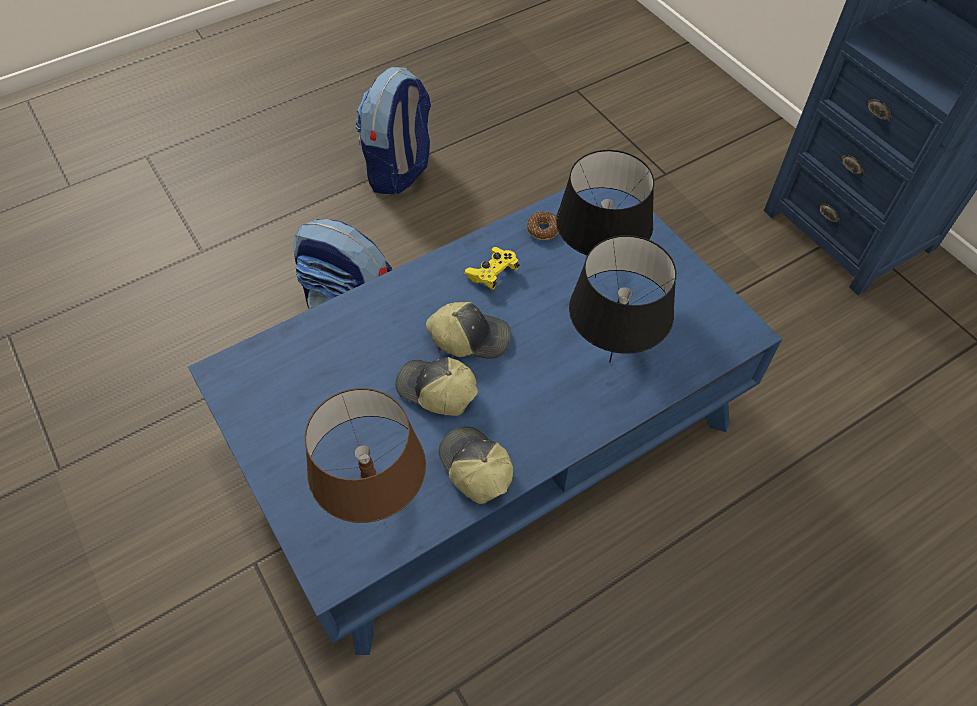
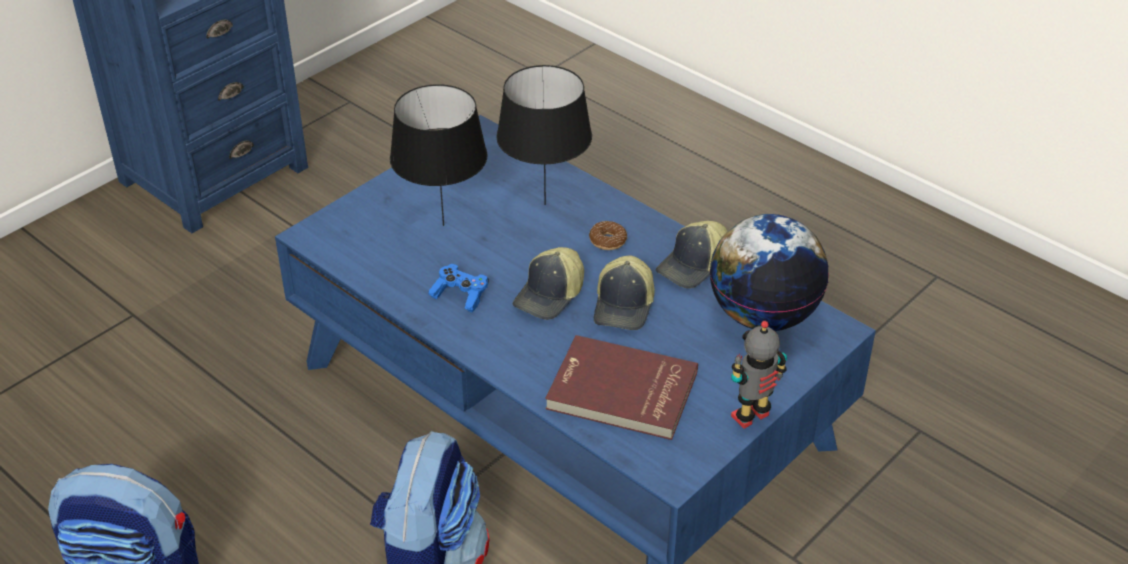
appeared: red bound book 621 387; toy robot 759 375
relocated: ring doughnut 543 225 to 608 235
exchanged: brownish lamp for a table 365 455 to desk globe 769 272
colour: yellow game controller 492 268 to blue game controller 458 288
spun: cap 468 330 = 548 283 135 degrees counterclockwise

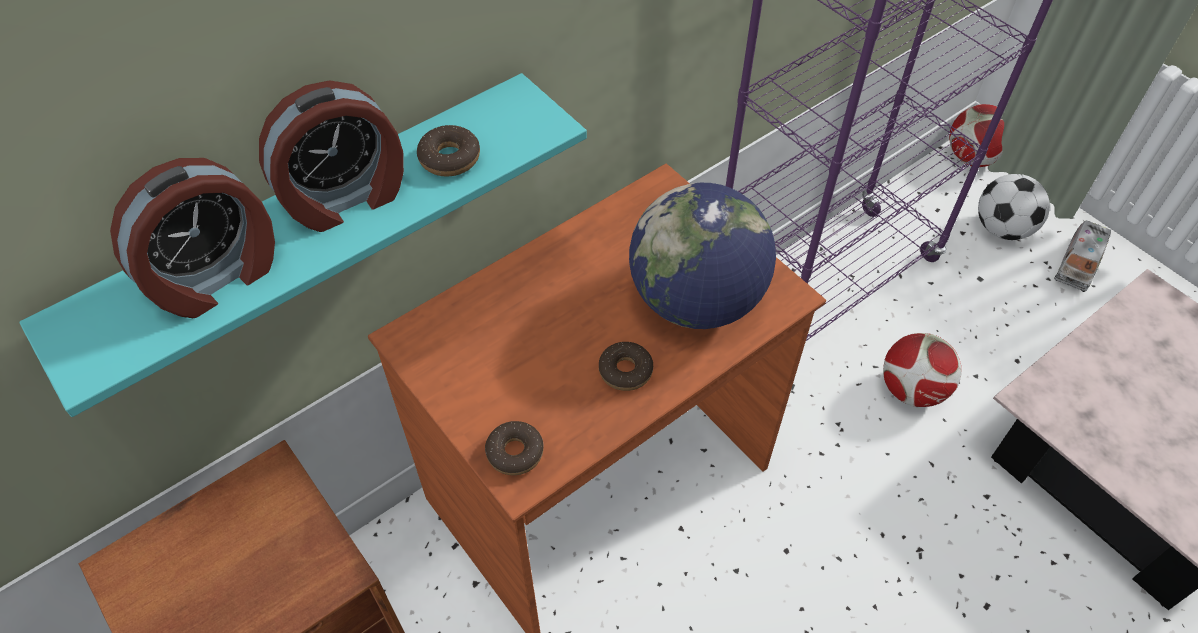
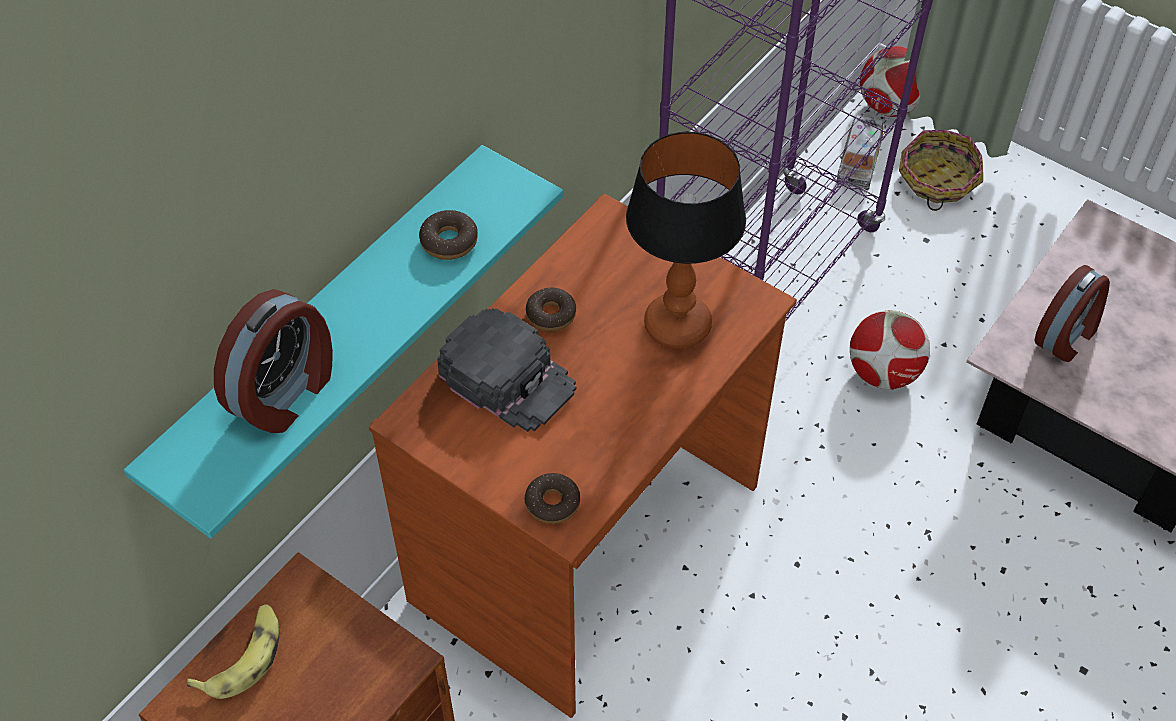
appeared: whole banana 233 651; black-coloured cap 507 370
relocated: ring doughnut 626 366 to 551 309; model truck 1082 256 to 860 152; alarm clock 331 156 to 1072 313
exchanged: desk globe 702 256 to lamp for a table 686 240; football 1014 207 to storage basket 941 170

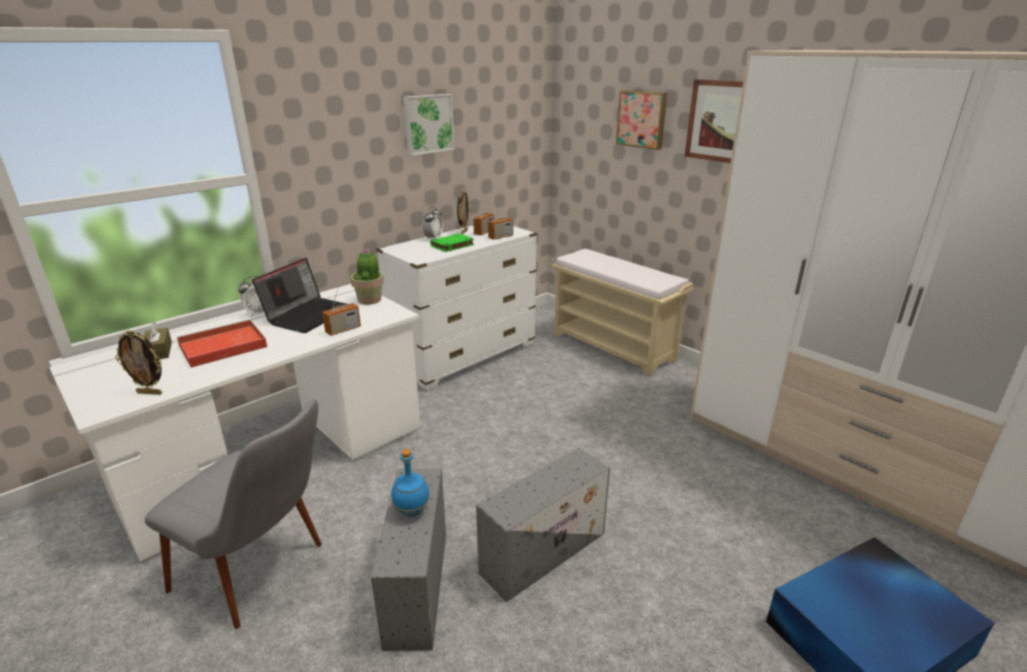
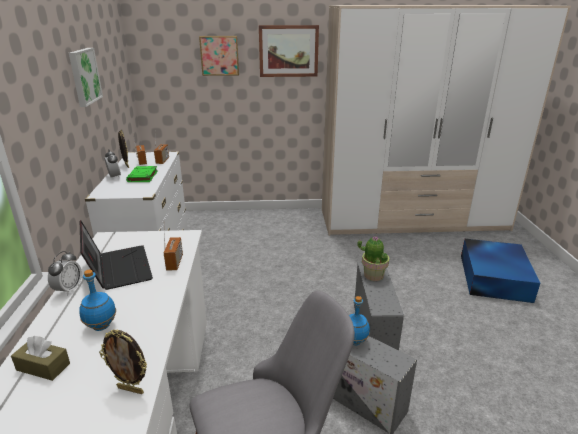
missing: beige long seat 622 313
relocated: potted plant 367 277 to 373 258
exchanged: red tray 222 343 to blue bottle 97 300
spun: standing frame 138 362 = 123 362 60 degrees clockwise

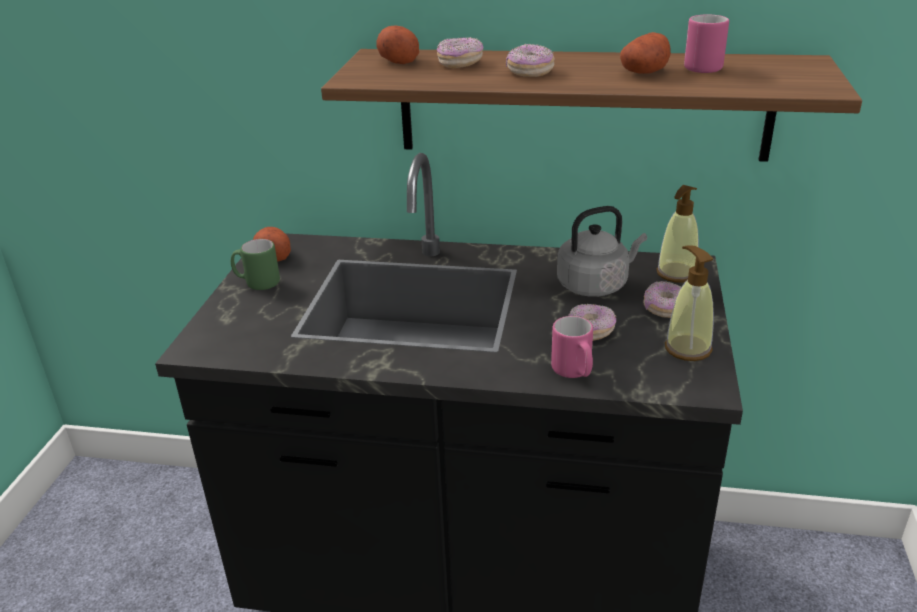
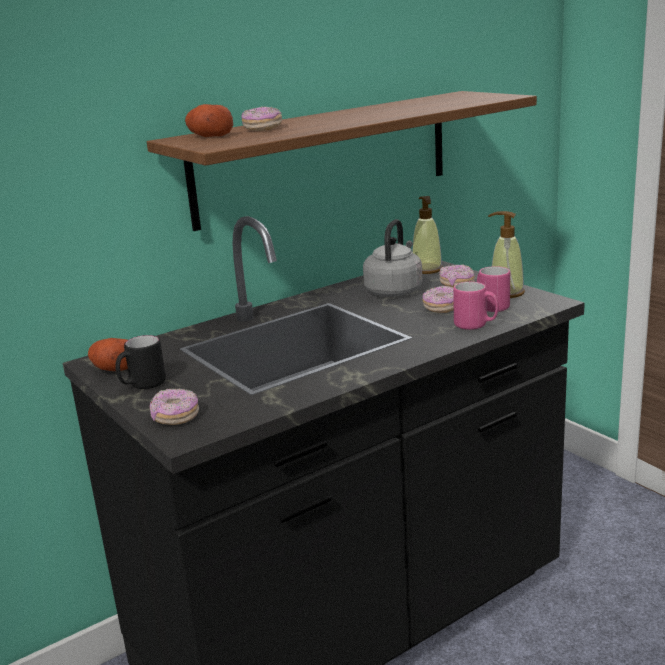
missing: spud 645 53
relocated: ring doughnut 530 60 to 174 406; pink-coloured coffee mug 706 43 to 493 289
colour: green coffee mug 255 264 to black-coloured coffee mug 140 362

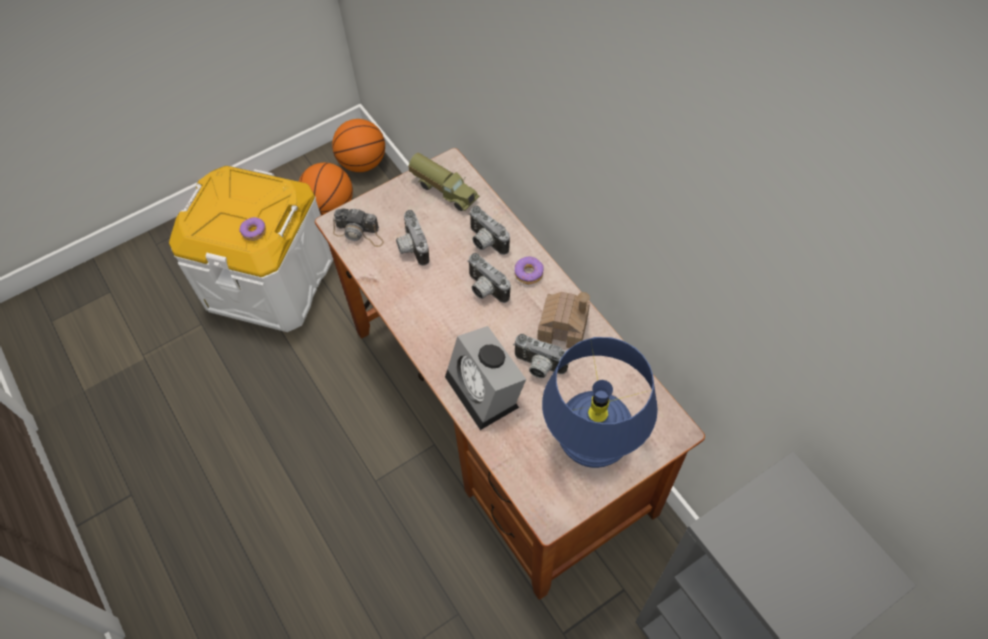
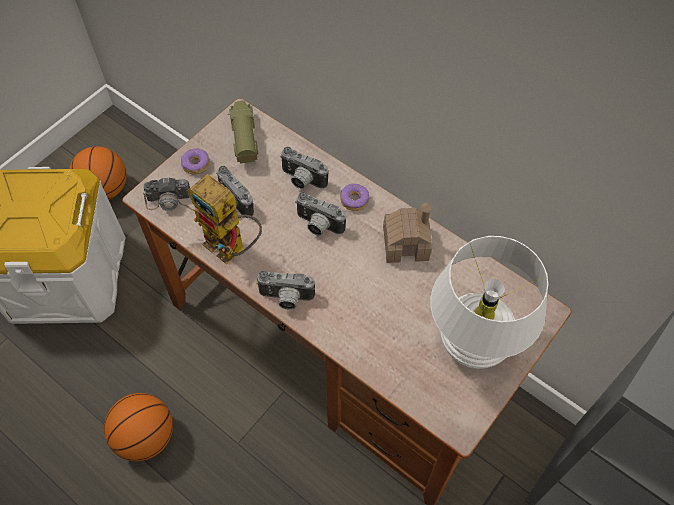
missing: alarm clock 485 378
appeared: toy robot 225 219
relocated: basketball 358 145 to 138 427; ring doughnut 252 229 to 195 161; photo camera 541 356 to 285 290
colour: blue lamp for a table 600 402 to white-coloured lamp for a table 489 302
spun: model truck 443 182 = 243 132 120 degrees counterclockwise

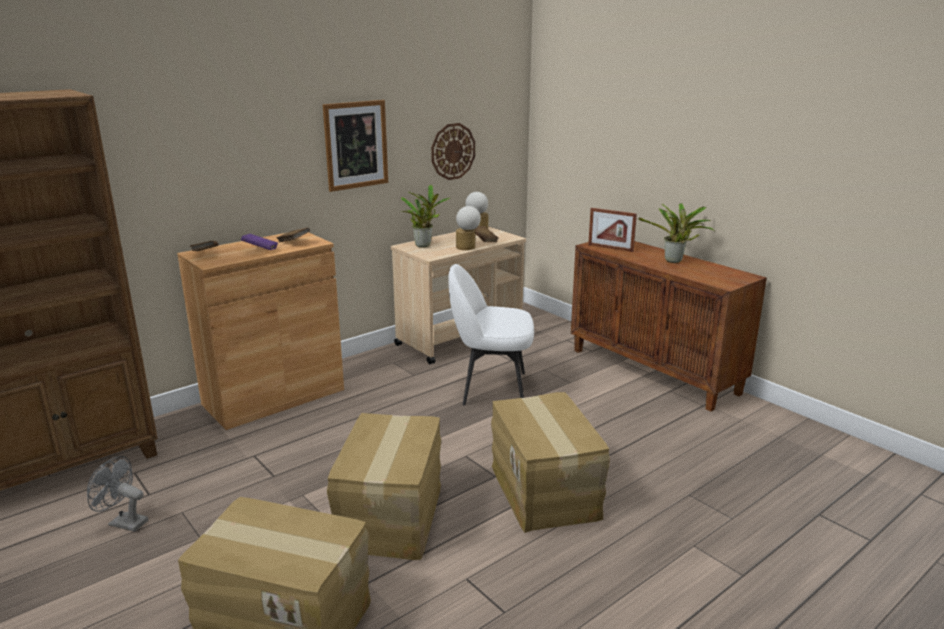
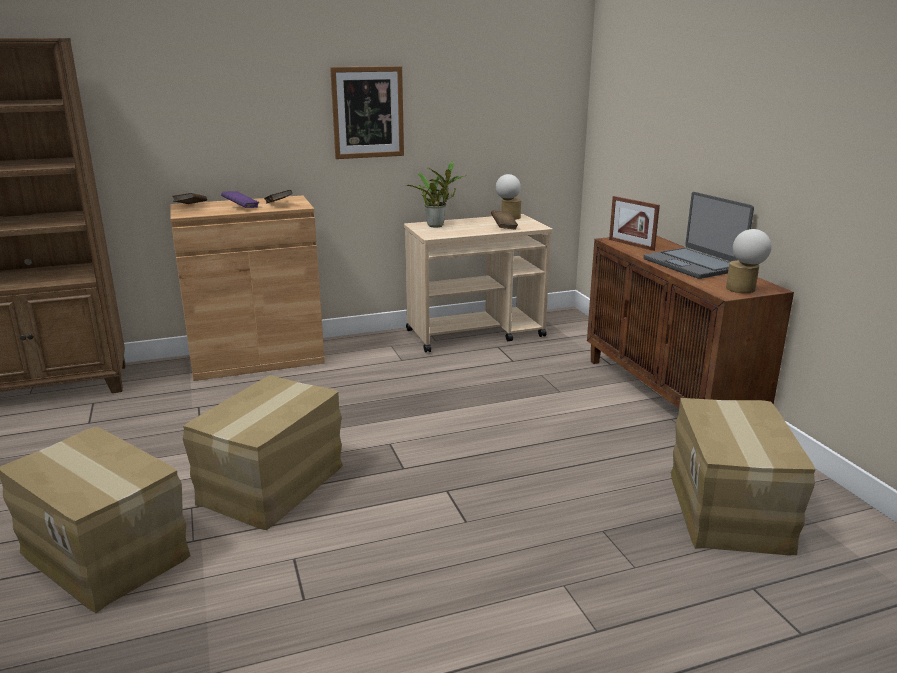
missing: gray electric fan 117 494; hanging clock 453 151; white-coloured chair 491 334
relocated: cardboard box 550 462 to 743 476; lamp for a table 468 228 to 749 261
exchanged: potted plant 677 233 to notebook computer 698 235

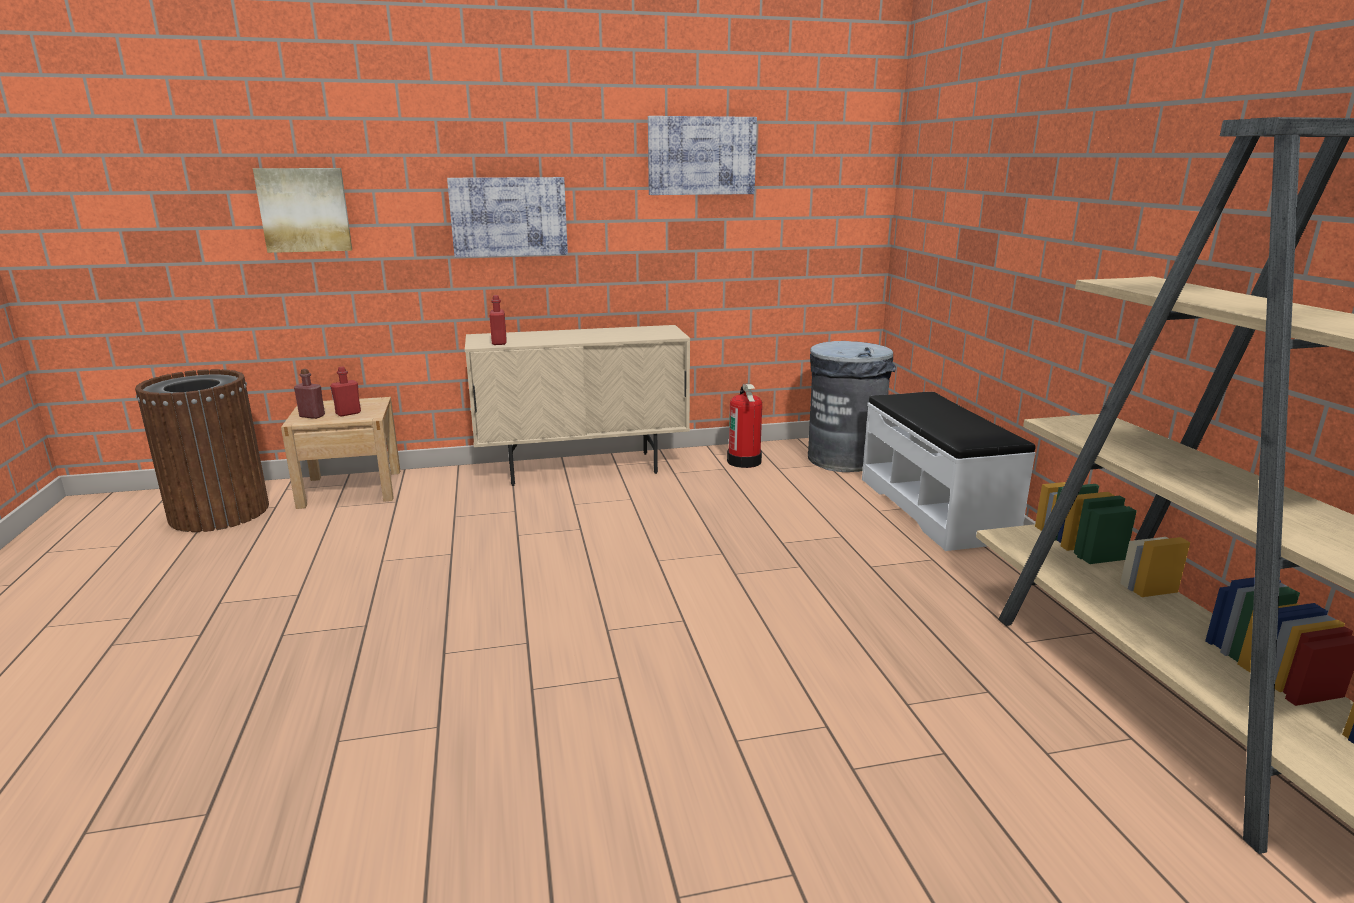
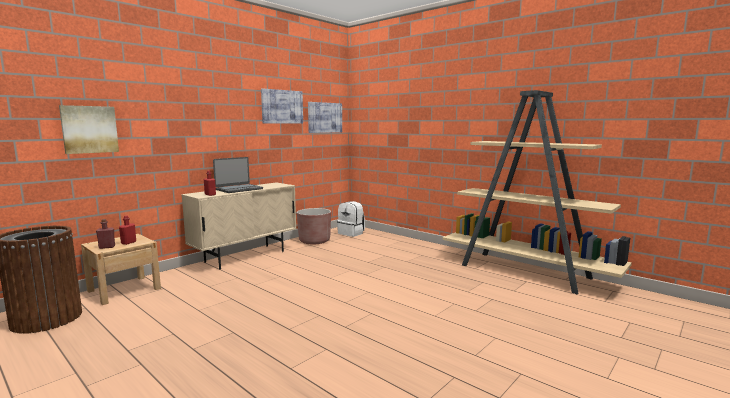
missing: white-coloured long seat 948 471
appeared: notebook computer 238 175
relocated: wall art 507 217 to 325 117
exchanged: fire-fighting cylinder 744 426 to brownish planter 314 226; gray waste bin 852 406 to white-coloured knapsack 351 219

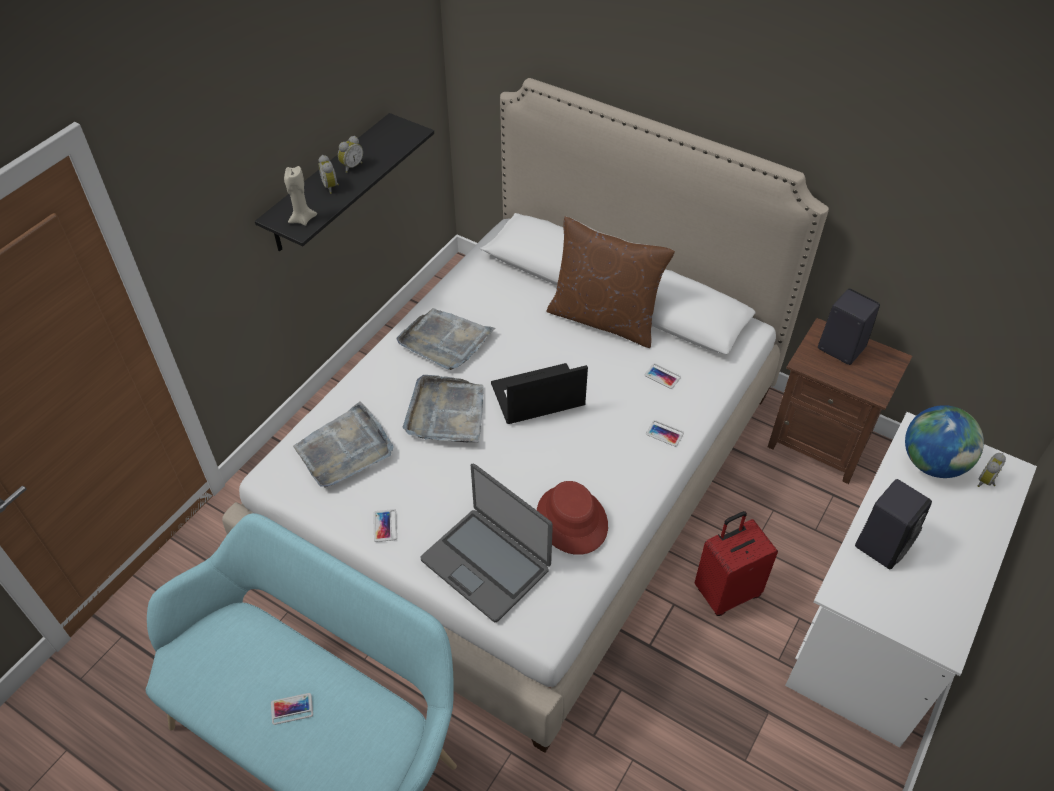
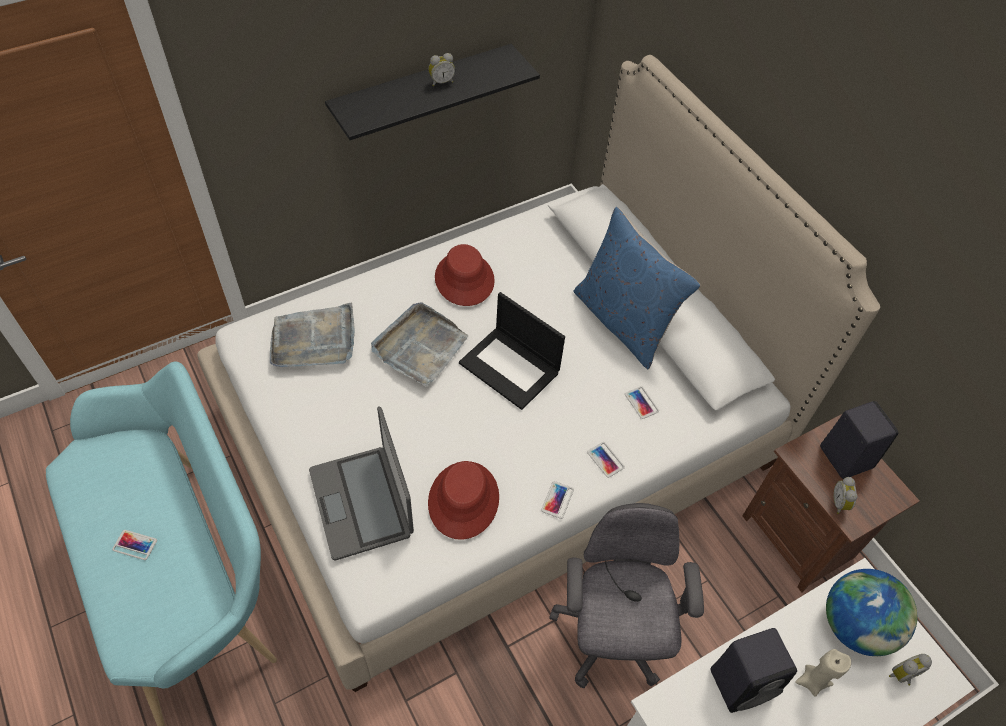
relocated: phone 385 525 to 557 500; beige wax light 300 196 to 823 673; alarm clock 328 174 to 845 495
exchanged: gray tray 445 339 to red wearable hat 465 275; red piece of luggage 736 563 to gray office chair 626 595
colour: brownish cushion 610 282 to blue cushion 637 288
spun: notebook computer 539 393 = 512 351 150 degrees counterclockwise

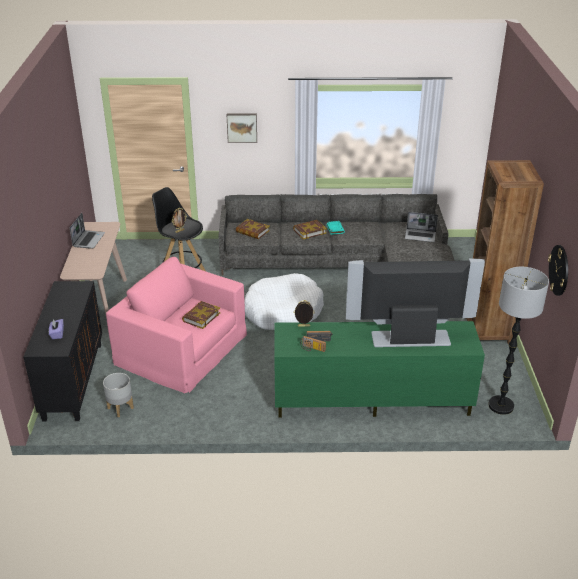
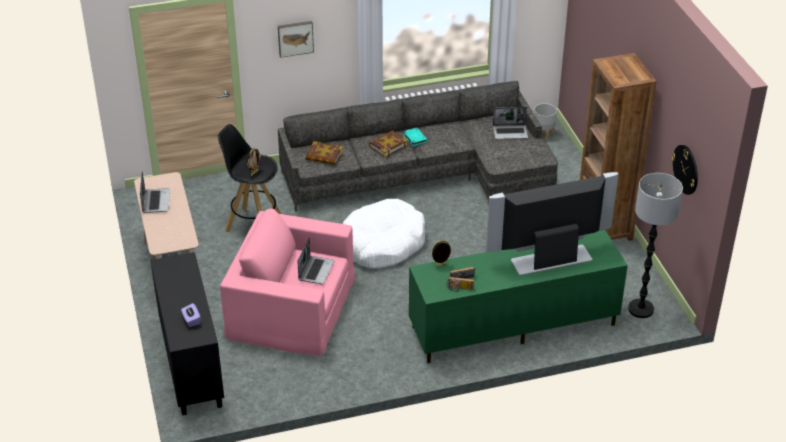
relocated: gray planter 118 395 to 545 122
exchanged: bound book 201 315 to notebook computer 316 260

